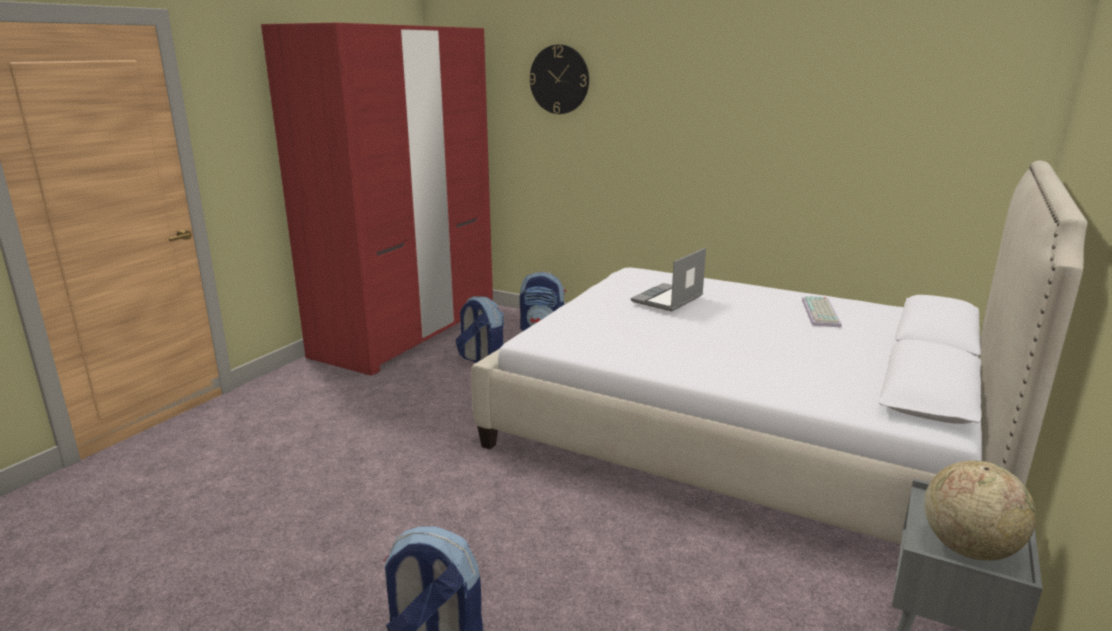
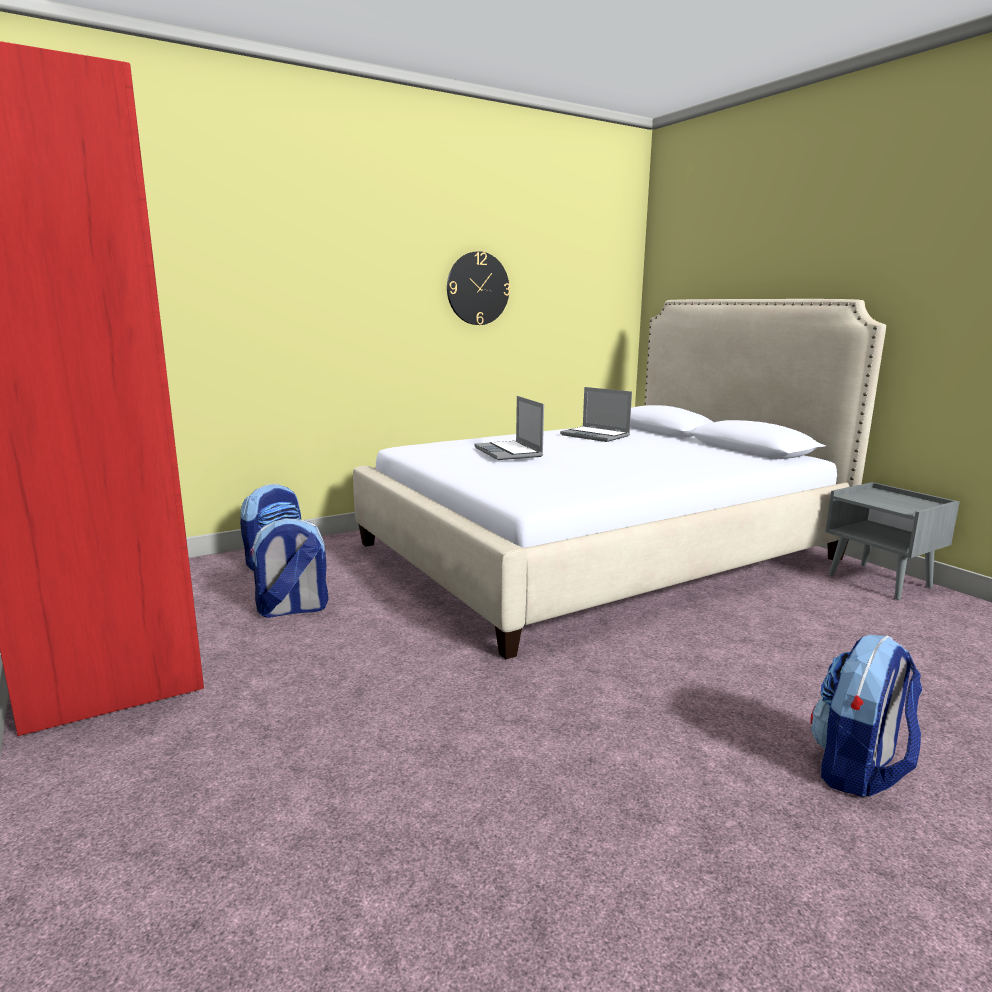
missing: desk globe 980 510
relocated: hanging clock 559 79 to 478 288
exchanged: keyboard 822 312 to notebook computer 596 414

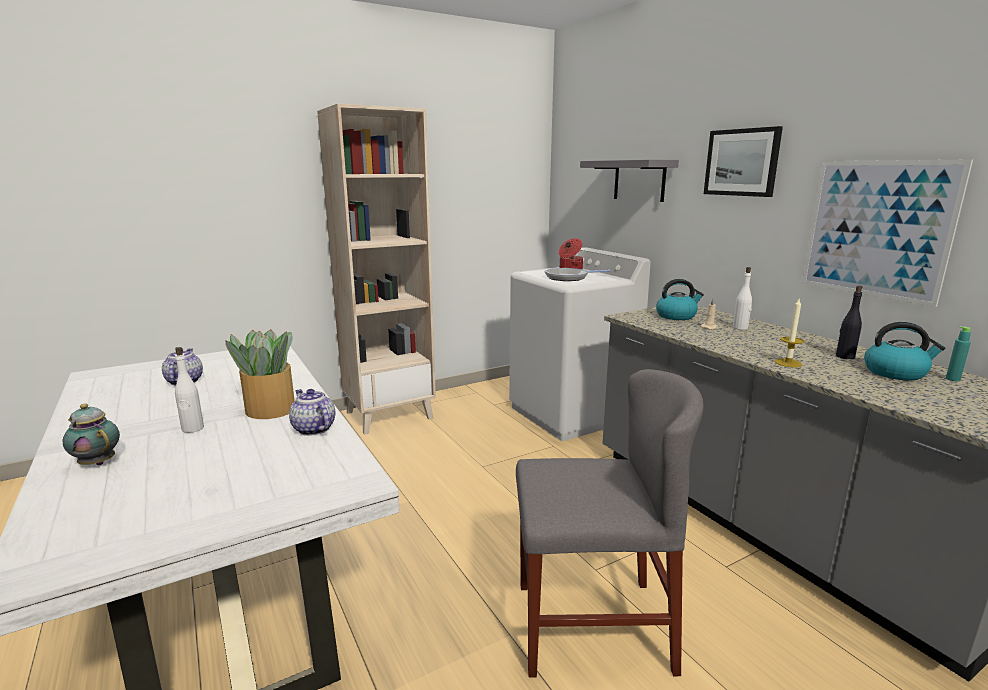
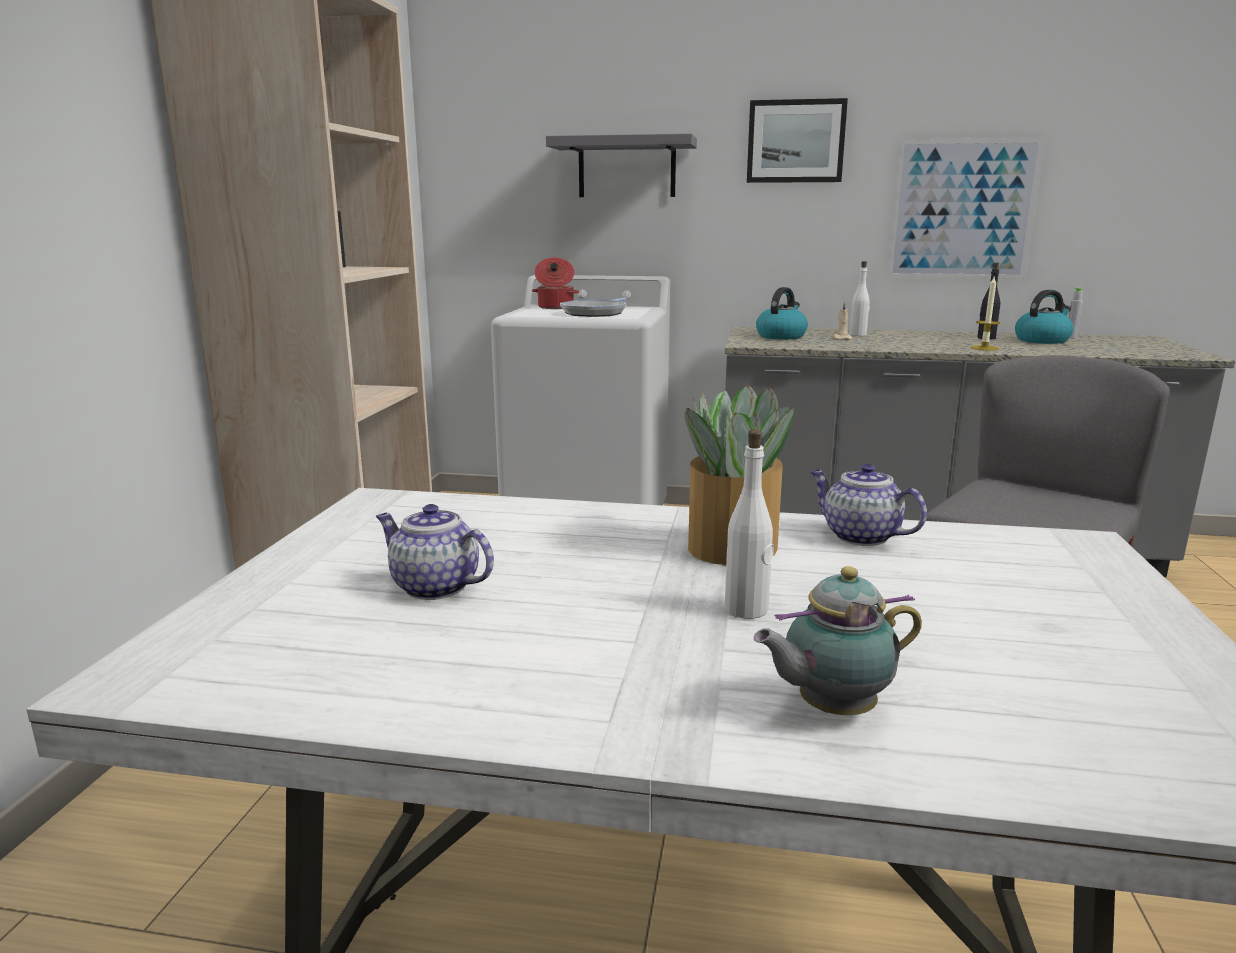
colour: turquoise bottle 958 353 to gray bottle 1075 313
spun: tea pot 312 412 = 868 505 45 degrees clockwise

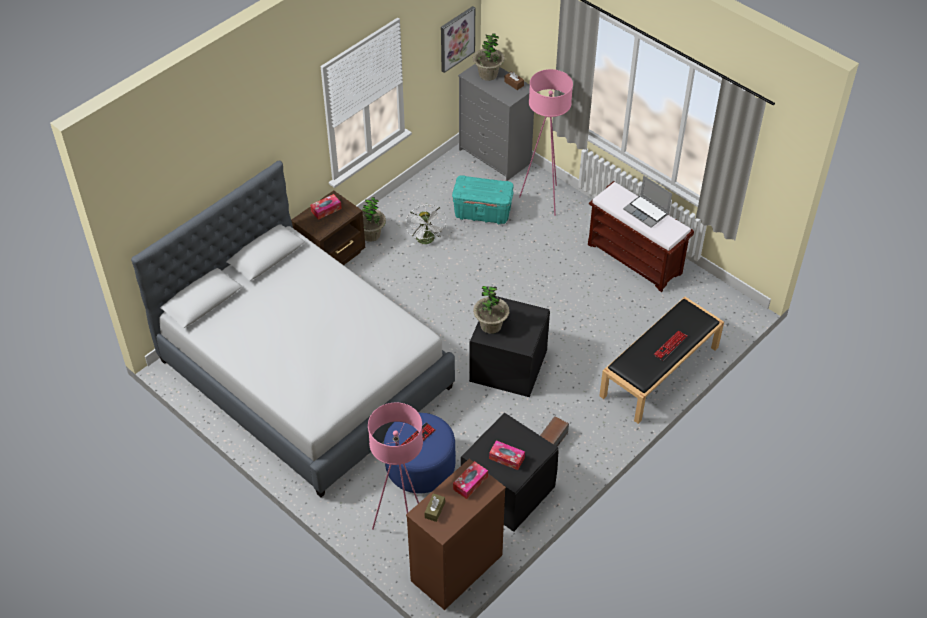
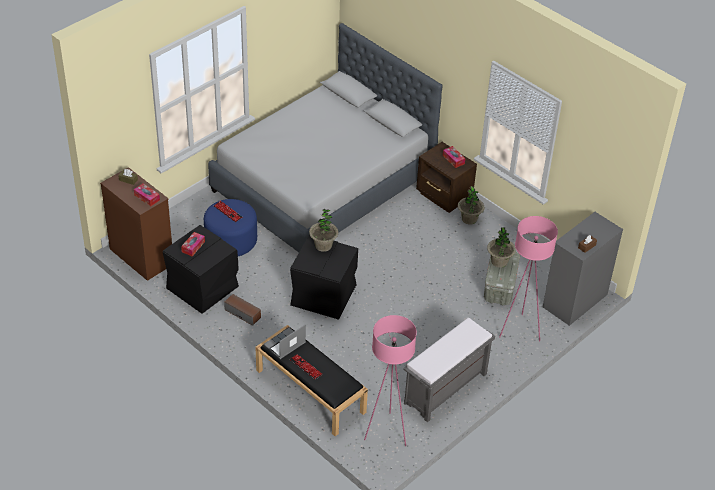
missing: white-coloured electric fan 426 225; wall art 458 39
relocated: notebook computer 647 201 to 285 341; pink-coloured standing lamp 395 466 to 390 380; potted plant 489 57 to 501 247
colour: brownish long seat 641 236 to gray long seat 449 370; turquoise storage container 483 200 to gray storage container 502 278

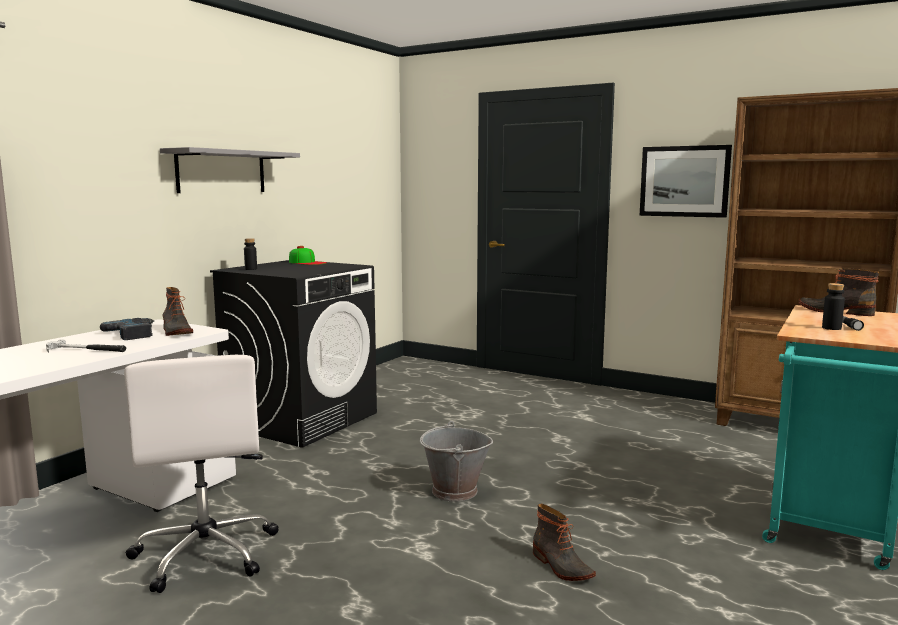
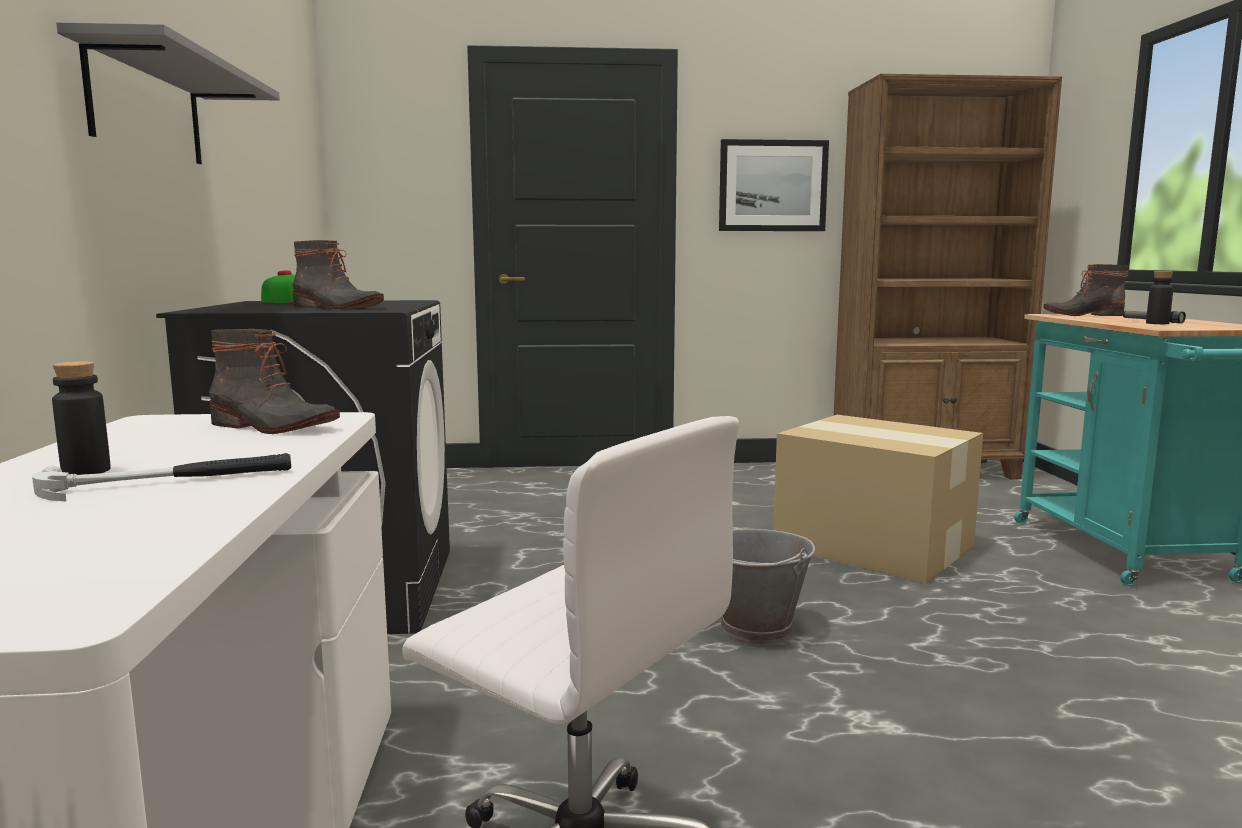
missing: electric drill 127 329
appeared: cardboard box 878 499
relocated: black-coloured bottle 250 254 to 81 418; high-top boot 564 542 to 338 274

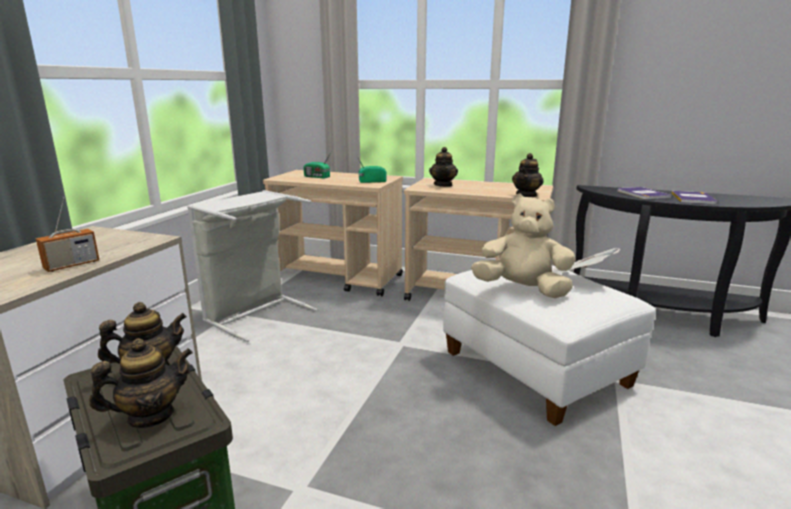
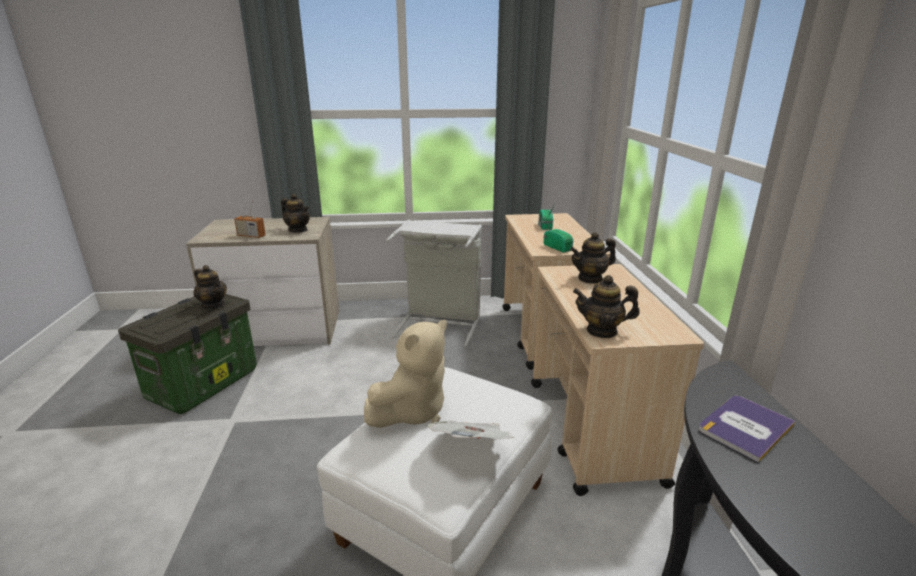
missing: bound book 694 197
relocated: tea pot 141 383 to 295 213
spun: beige plush toy 523 246 = 405 374 45 degrees clockwise

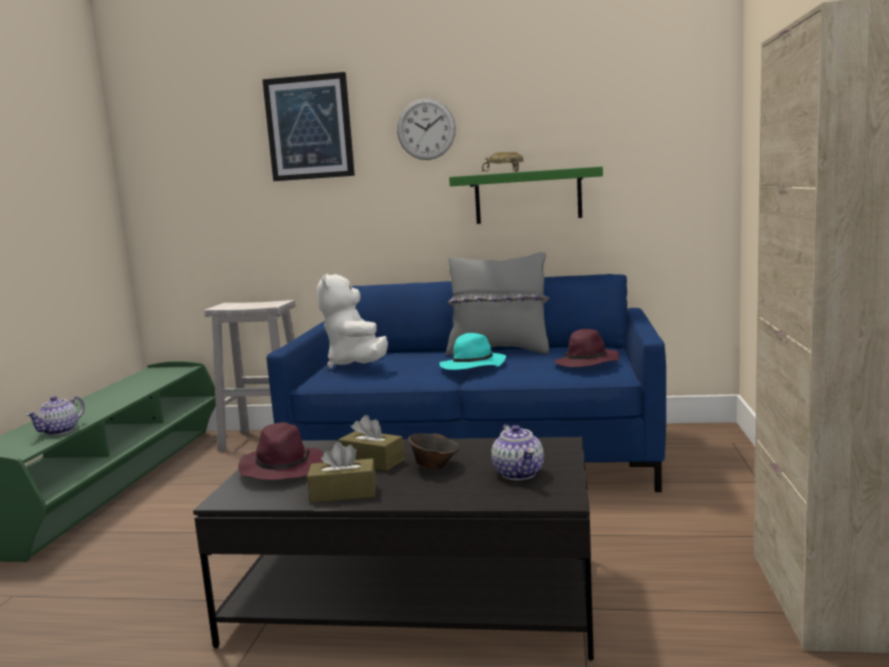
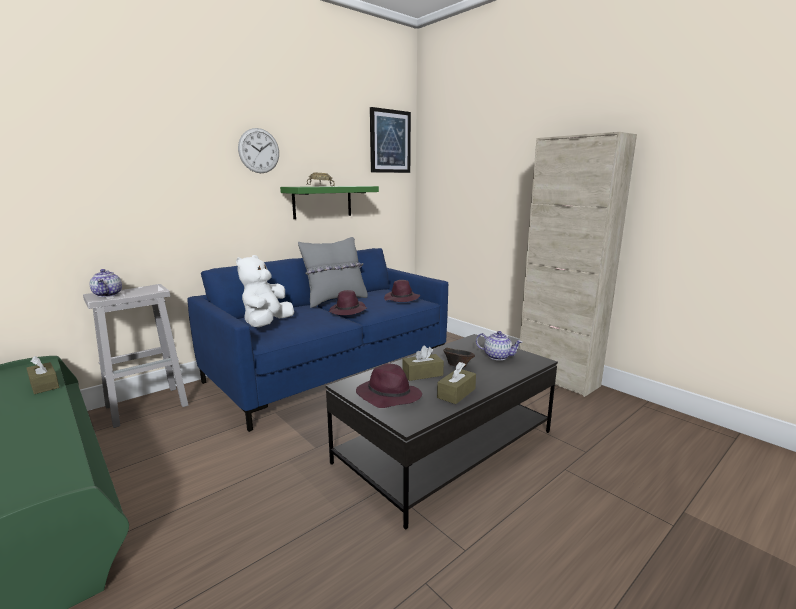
appeared: brownish tissue holder 42 375
relocated: tea pot 55 415 to 106 283; wall art 308 126 to 390 140
colour: turquoise wearable hat 473 351 to purple wearable hat 348 302
spun: white-coloured plush toy 352 321 = 265 291 75 degrees clockwise

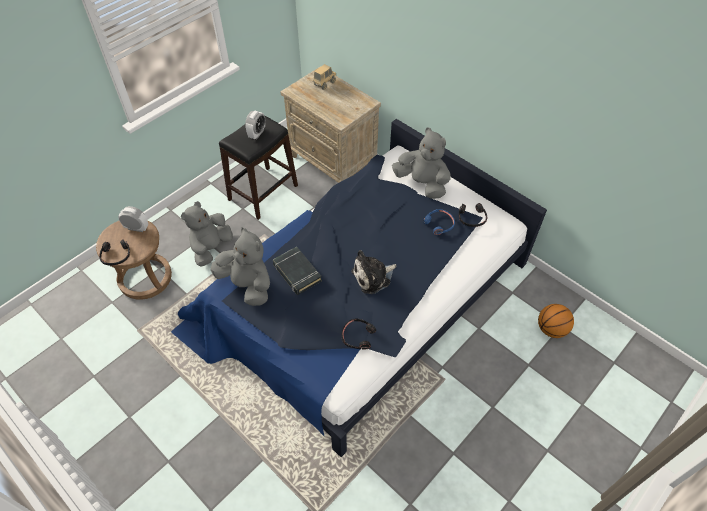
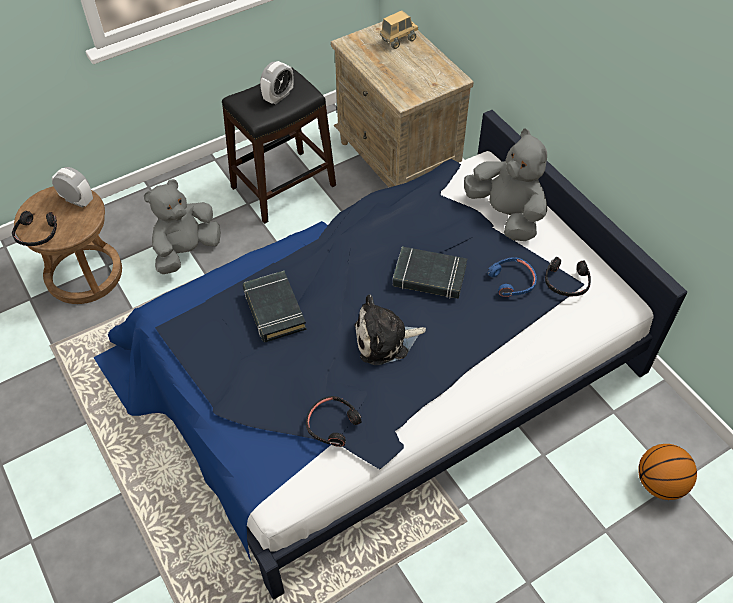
missing: gray plush toy 240 266
appeared: black-coloured bound book 430 272

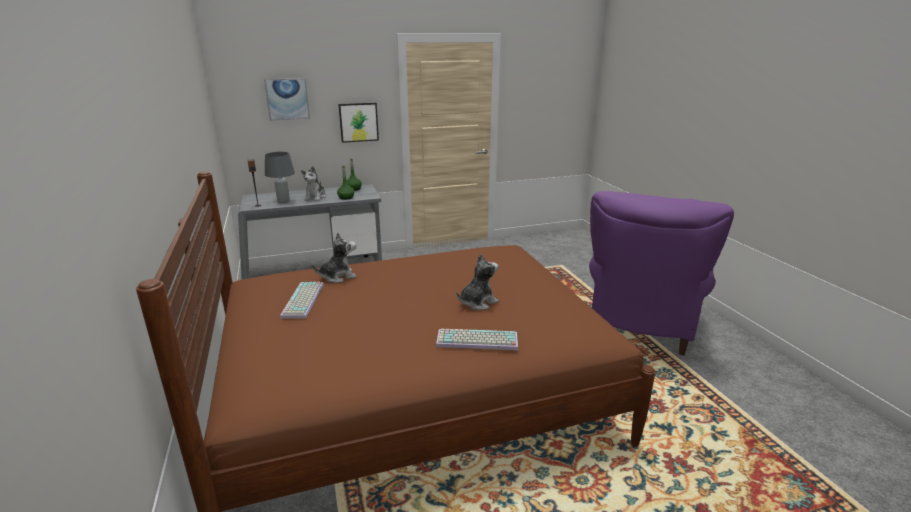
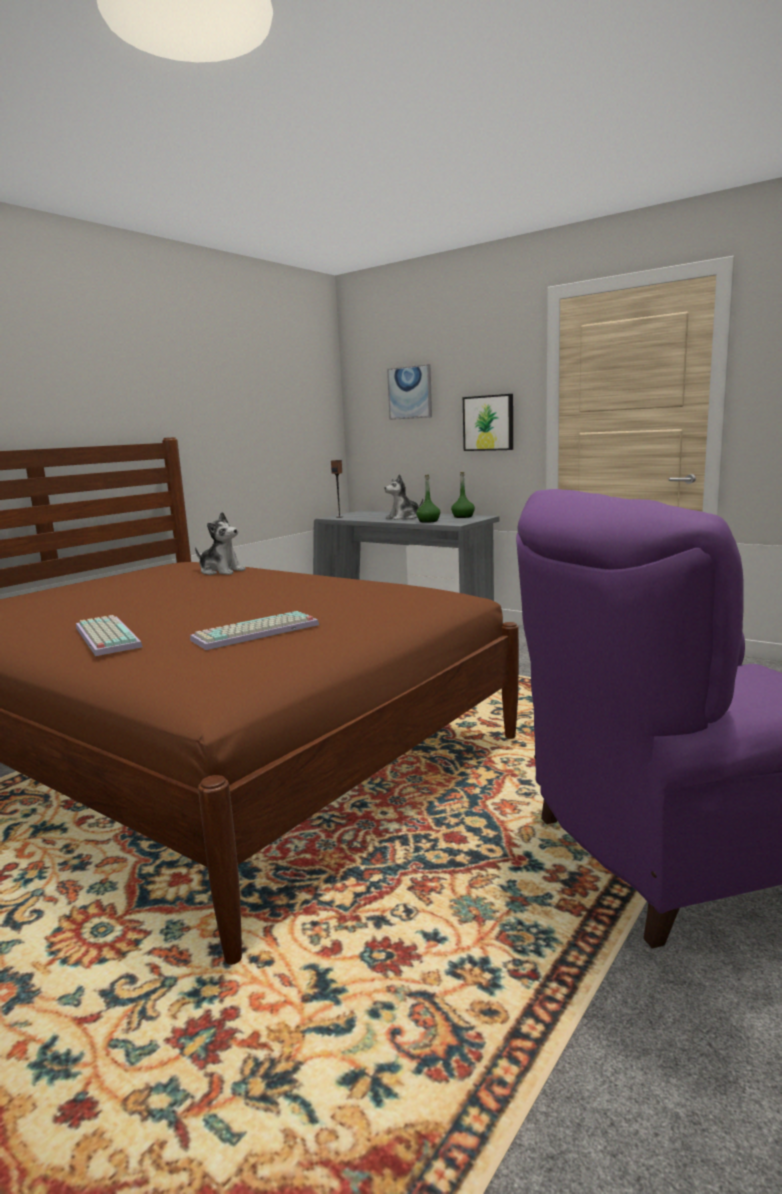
missing: gray lamp for a table 280 177; plush toy 477 281
relocated: keyboard 302 300 to 254 630

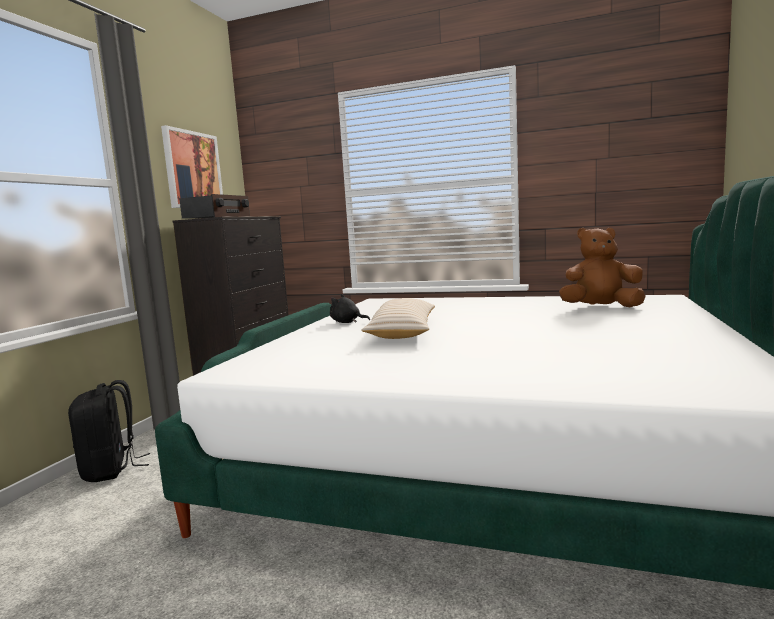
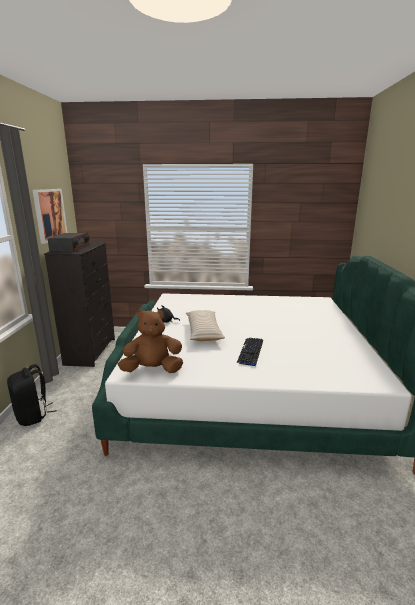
appeared: keyboard 250 352
relocated: brownish plush toy 602 267 to 150 341

